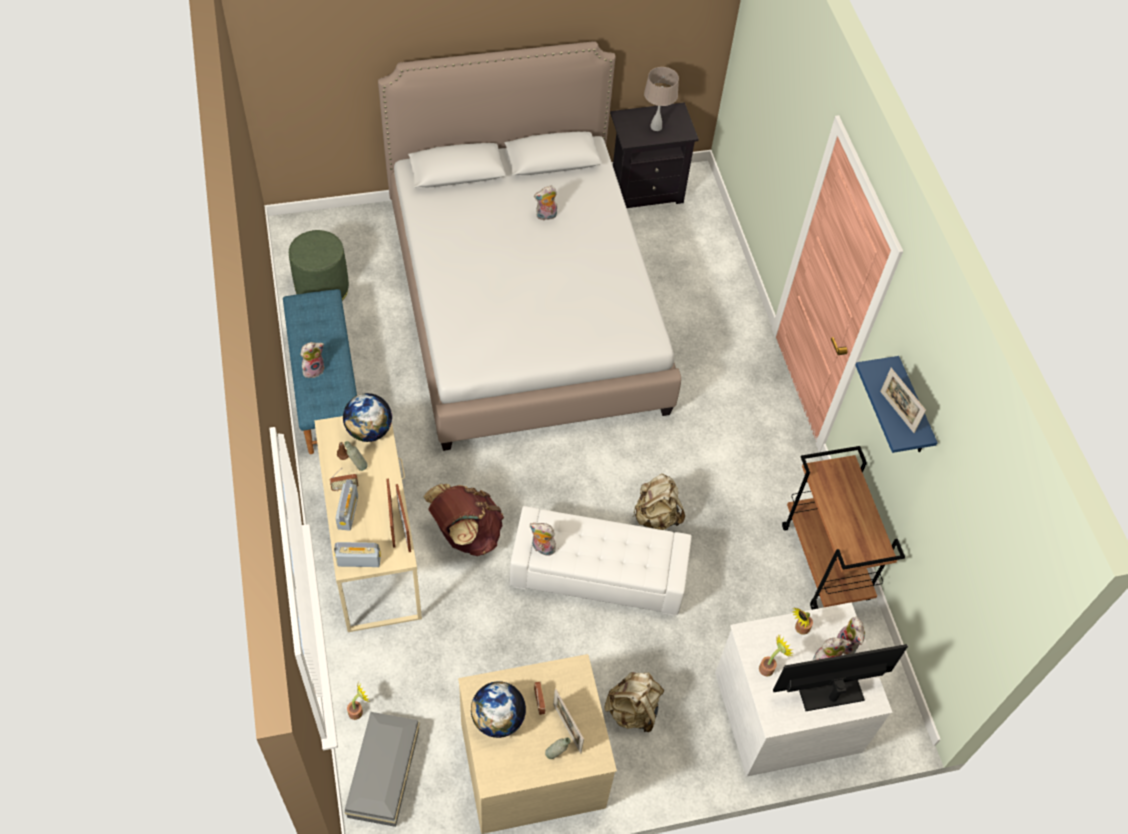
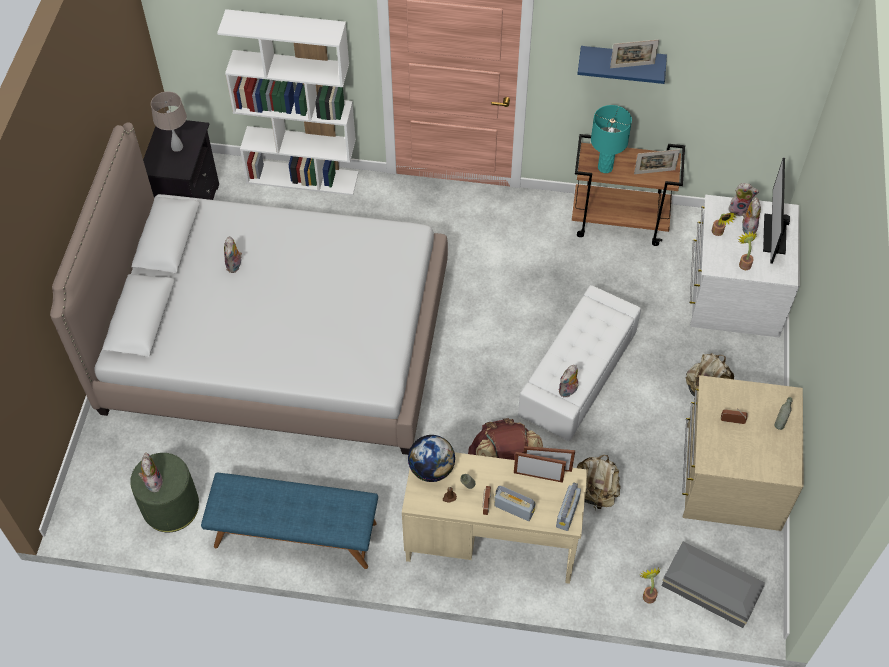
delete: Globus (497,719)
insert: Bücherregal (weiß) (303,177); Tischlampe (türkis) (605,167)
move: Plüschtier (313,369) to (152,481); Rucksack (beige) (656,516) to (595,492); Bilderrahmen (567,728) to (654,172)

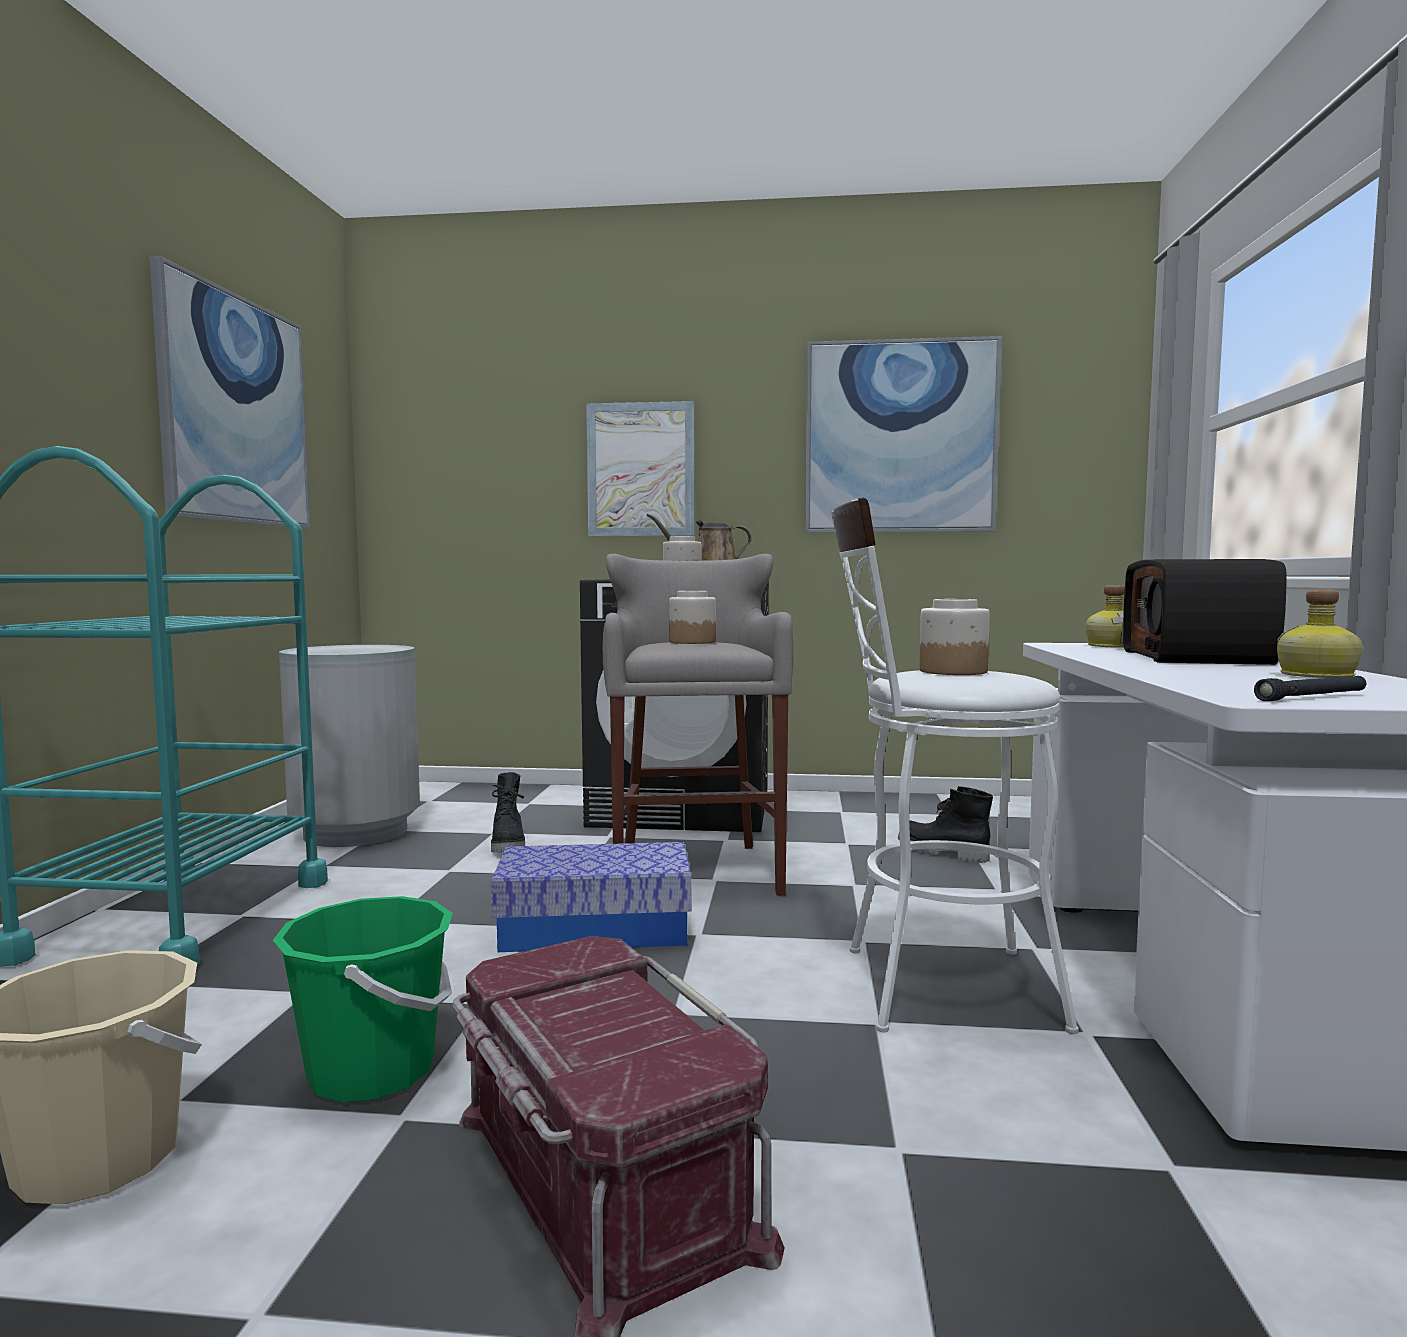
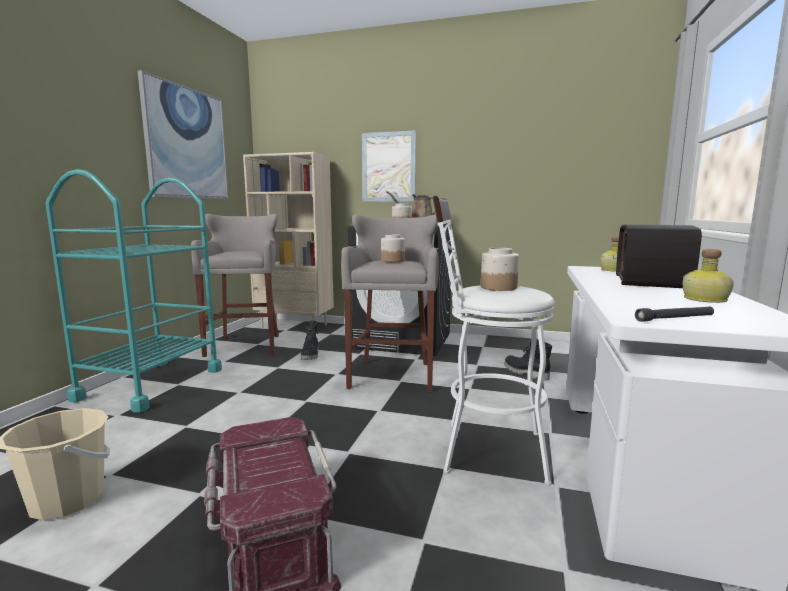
delete: Eimer (grün) (372,1071); Aufbewahrungsbox (595,929); Bild (900,437)
insert: Bücherregal (beige) (295,326)
replace: Mülleimer (grau) (356,832) to Hocker (grau) (245,345)

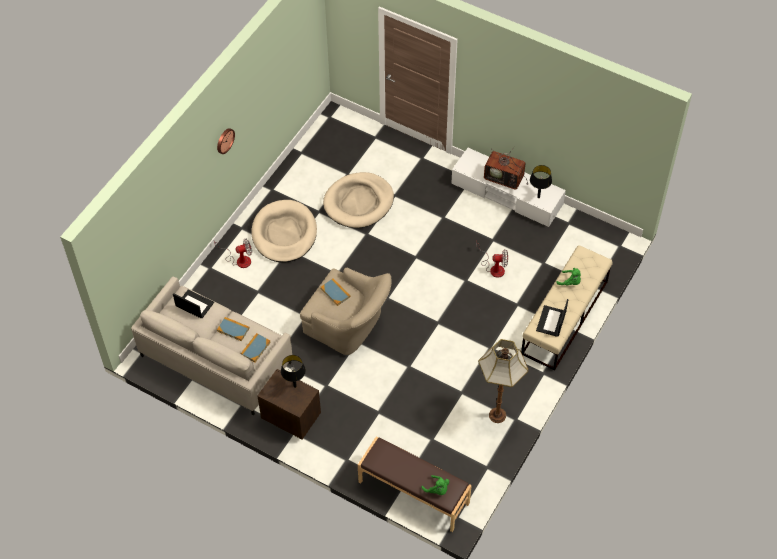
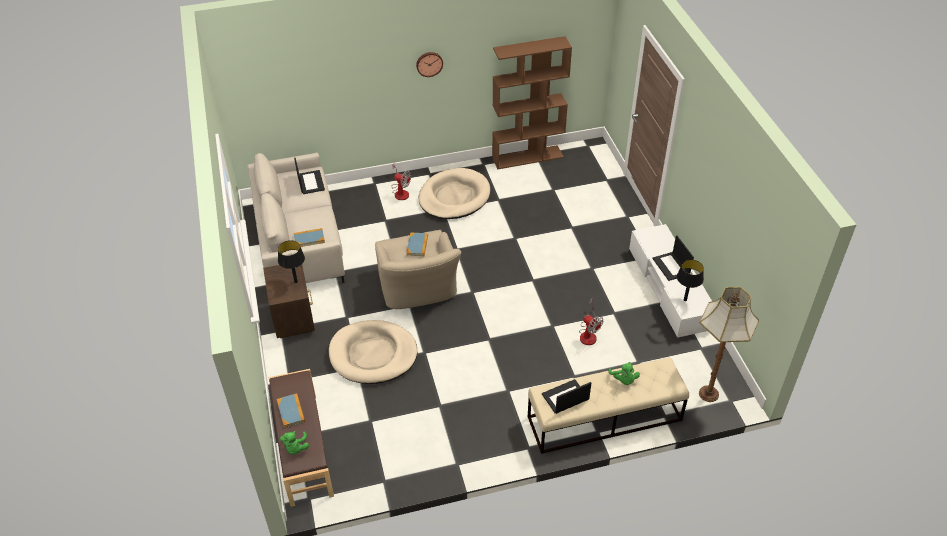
insert: Bücherregal (braun) (528,157)
move: Buch (233,329) to (291,411); Hundebett (beige) (358,202) to (373,354); Stehlampe (497,414) to (709,393)
replace: Fernseher (505,178) to Laptop (671,266)

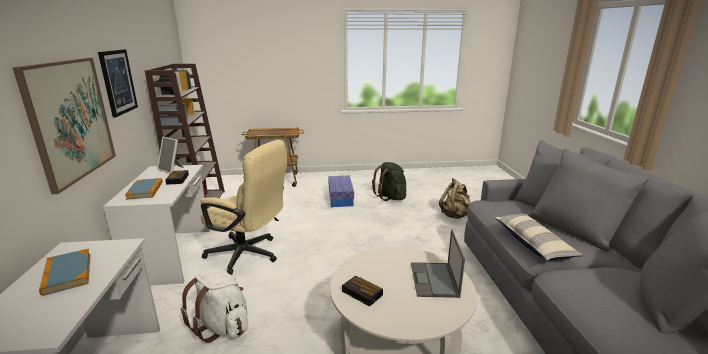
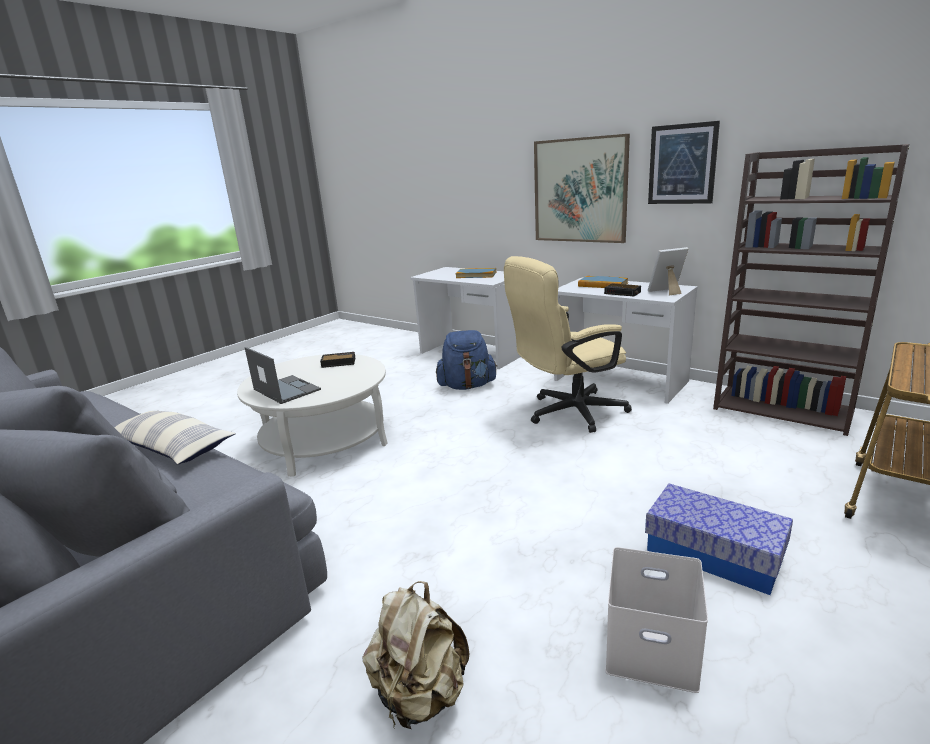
replace: Rucksack (grün) (390,197) to Aufbewahrungsbox (weiß) (653,646)
recolor: Rucksack (weiß) (222,326) to Rucksack (blau) (467,386)

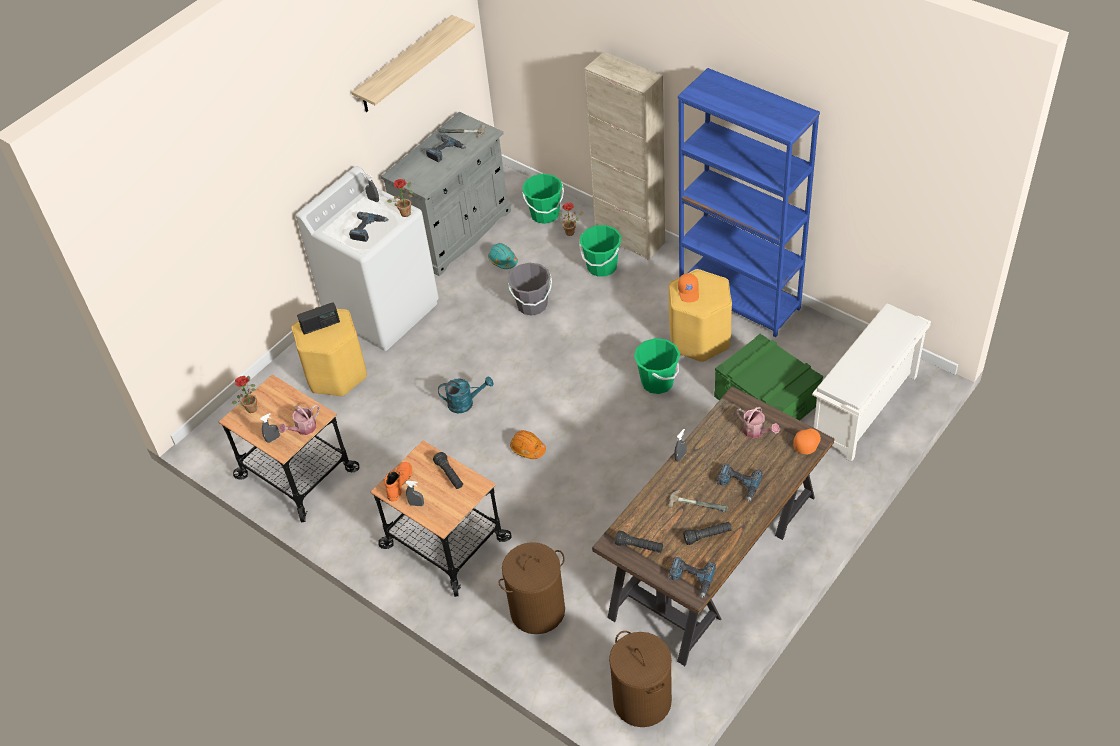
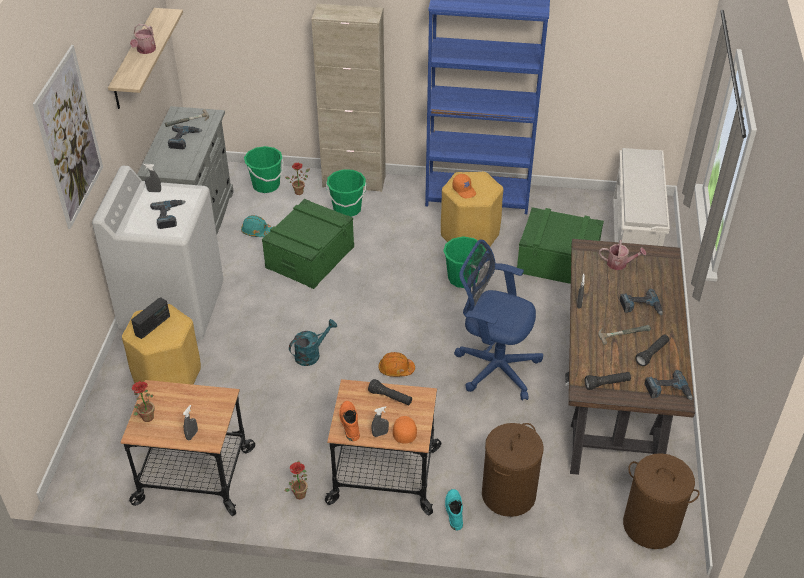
insert: Bild (69,138); Stiefel (türkis) (453,511); Bürostuhl (blau) (494,366)
move: Gießkanne (303,429) to (145,50); Topfpflanze (406,211) to (299,492); Kappe (orange) (806,442) to (404,431)
replace: Eimer (grau) (532,305) to Aufbewahrungsbox (grün) (310,257)

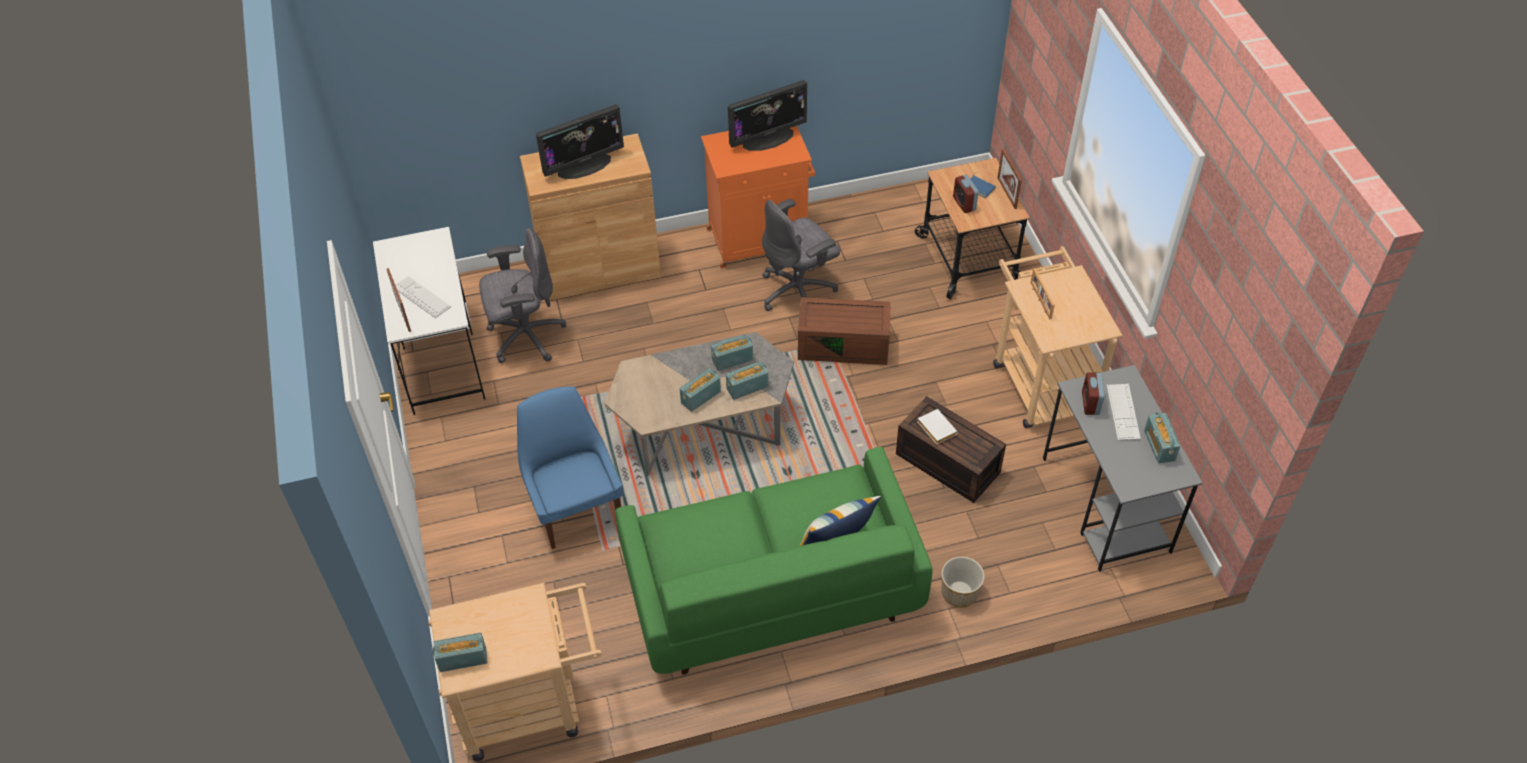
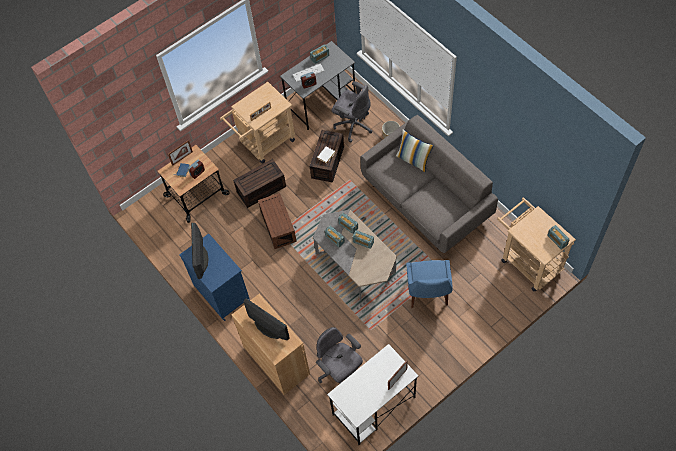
delete: Tastatur (421,297)
insert: Aufbewahrungsbox (braun) (261,190)
move: Bürostuhl (grau) (798,292) to (353,125)
recolor: Schrank (orange) (760,239) to Schrank (blau) (221,292); Sofa (grün) (771,590) to Sofa (grau) (426,200)
rotate: Monitor (768,138) = (200,259) 135 degrees counterclockwise; Stuhl (blau) (576,508) = (428,293) 45 degrees counterclockwise

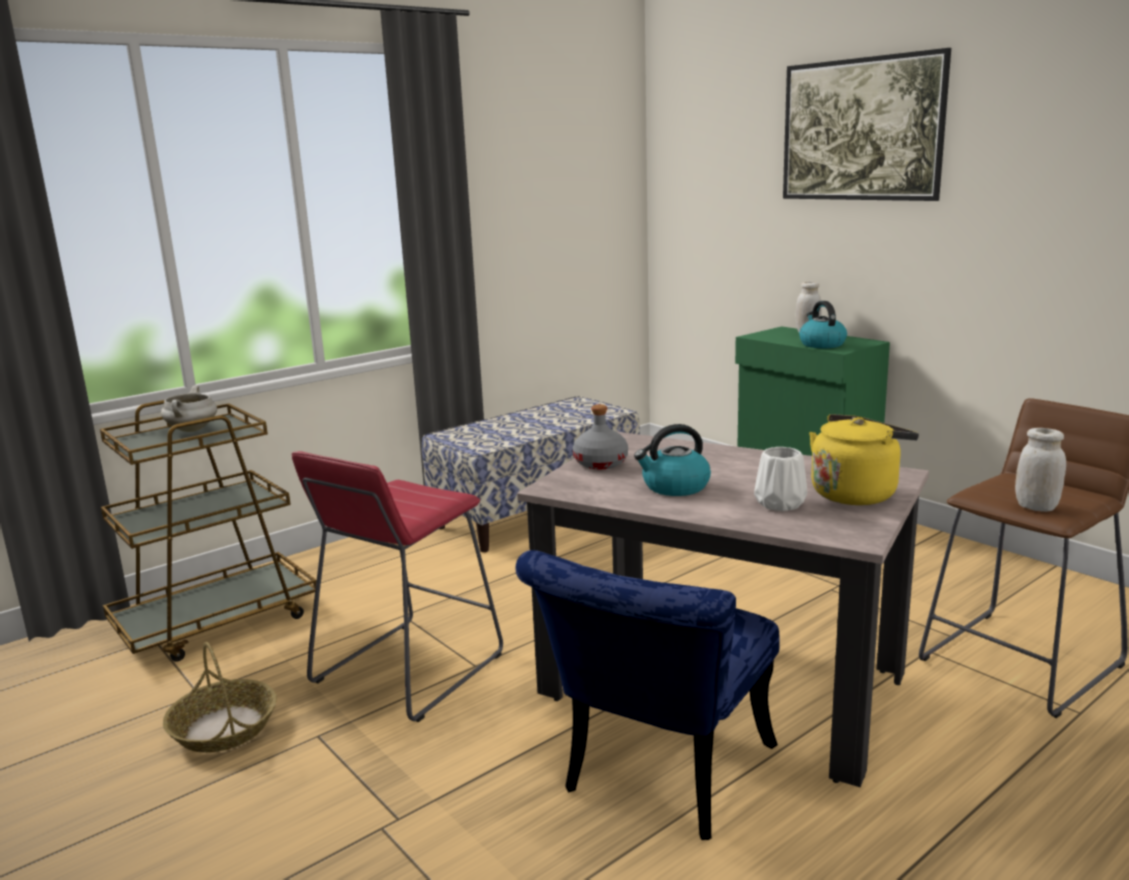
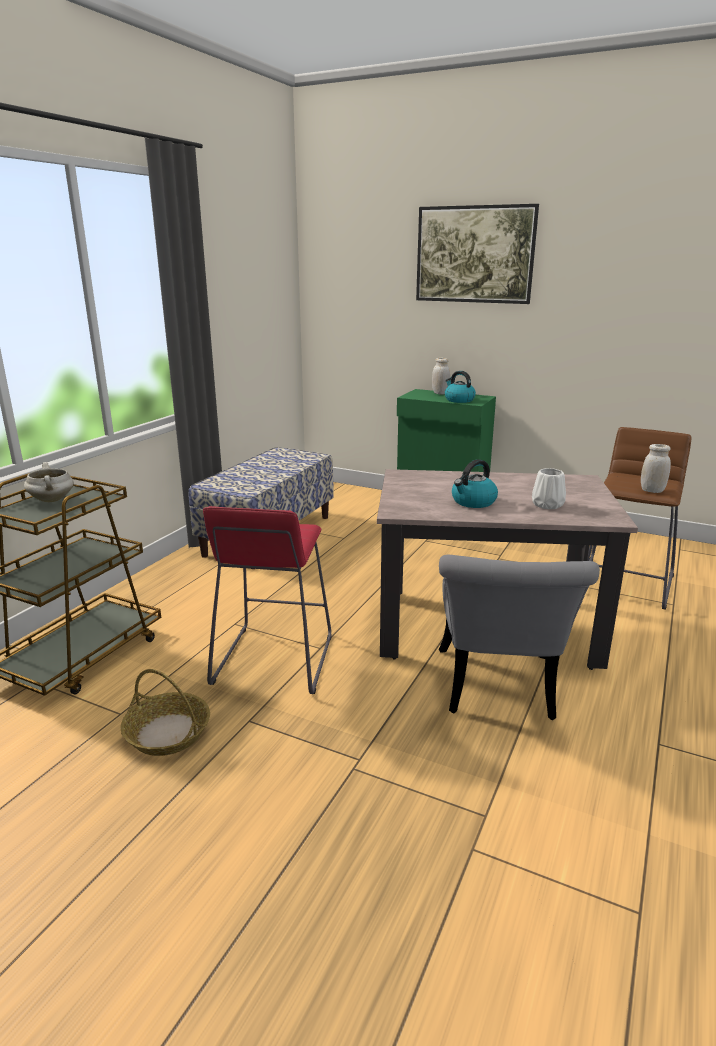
delete: Flasche (grau) (601,463); Wasserkessel (gelb) (856,493)
recolor: Stuhl (blau) (658,777) to Stuhl (grau) (497,691)

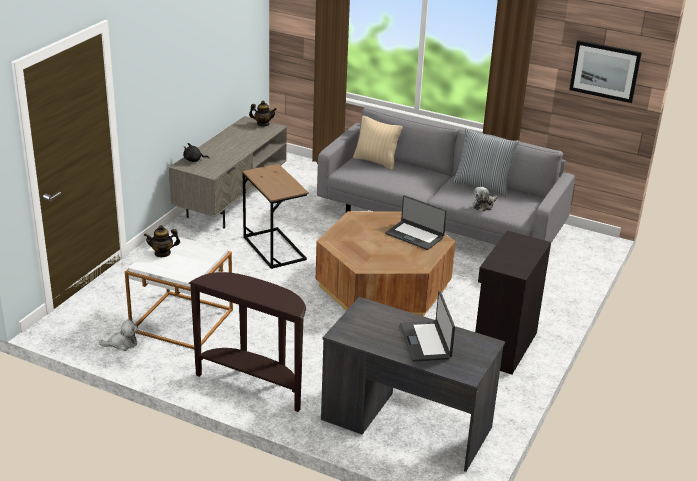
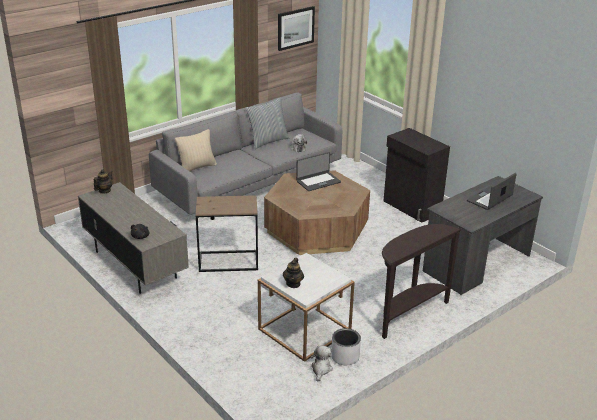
insert: Pflanzkübel (weiß) (345,357)
rotate: Laptop (426,341) = (490,199) 120 degrees clockwise

